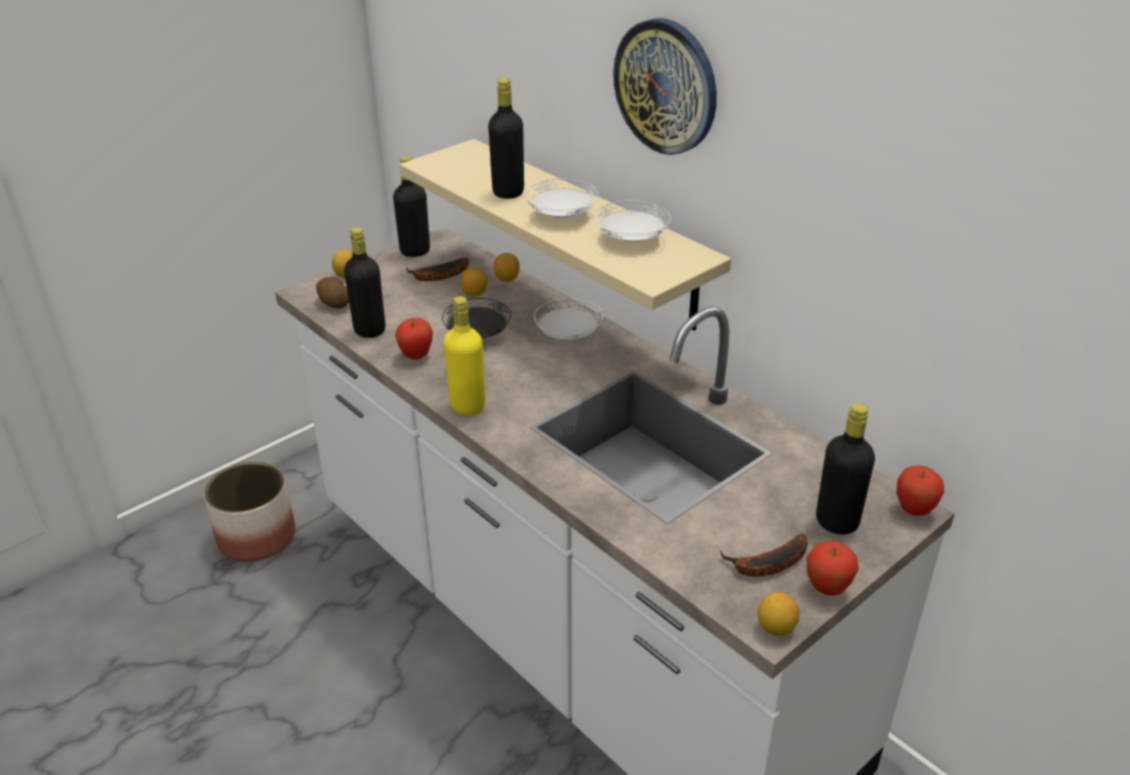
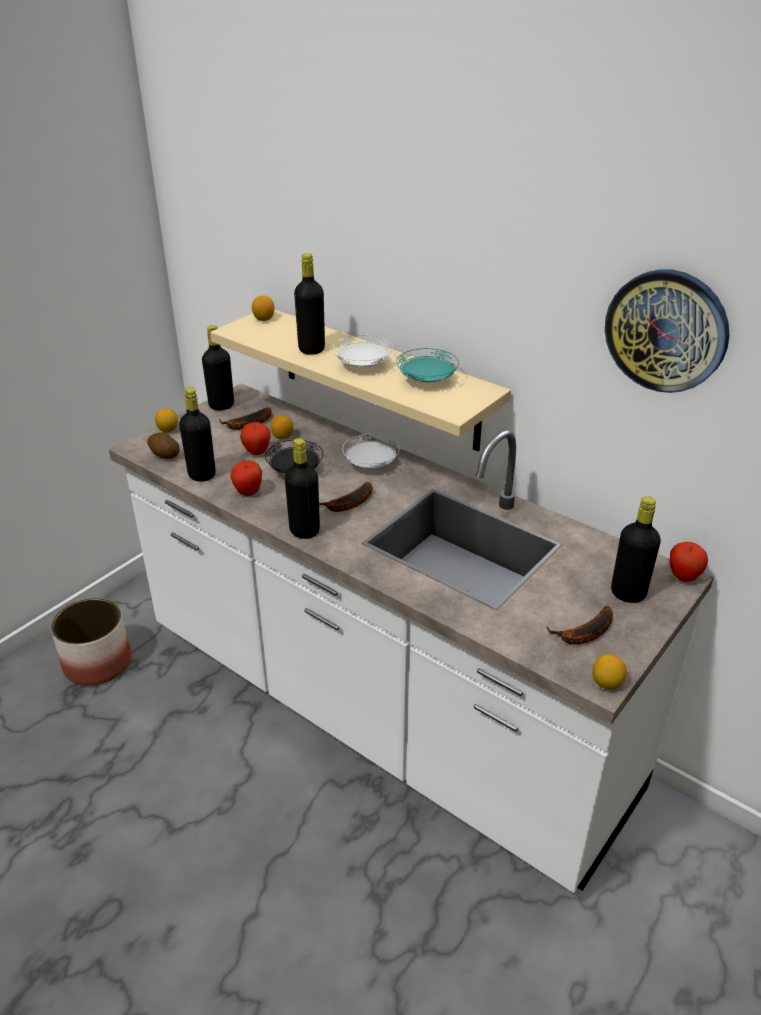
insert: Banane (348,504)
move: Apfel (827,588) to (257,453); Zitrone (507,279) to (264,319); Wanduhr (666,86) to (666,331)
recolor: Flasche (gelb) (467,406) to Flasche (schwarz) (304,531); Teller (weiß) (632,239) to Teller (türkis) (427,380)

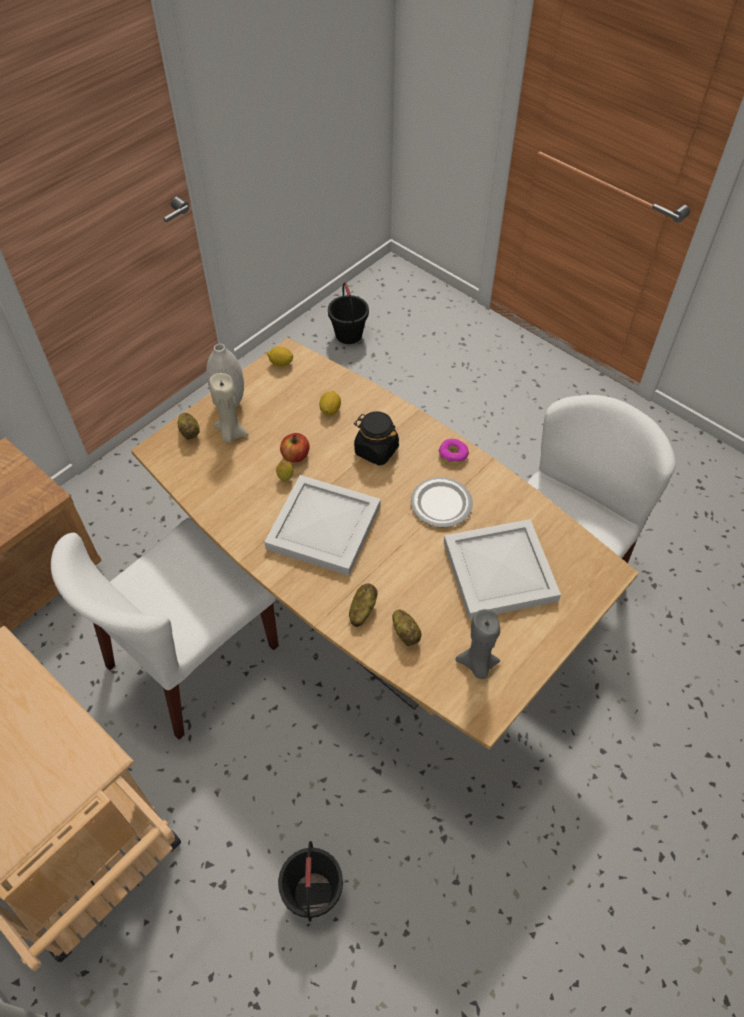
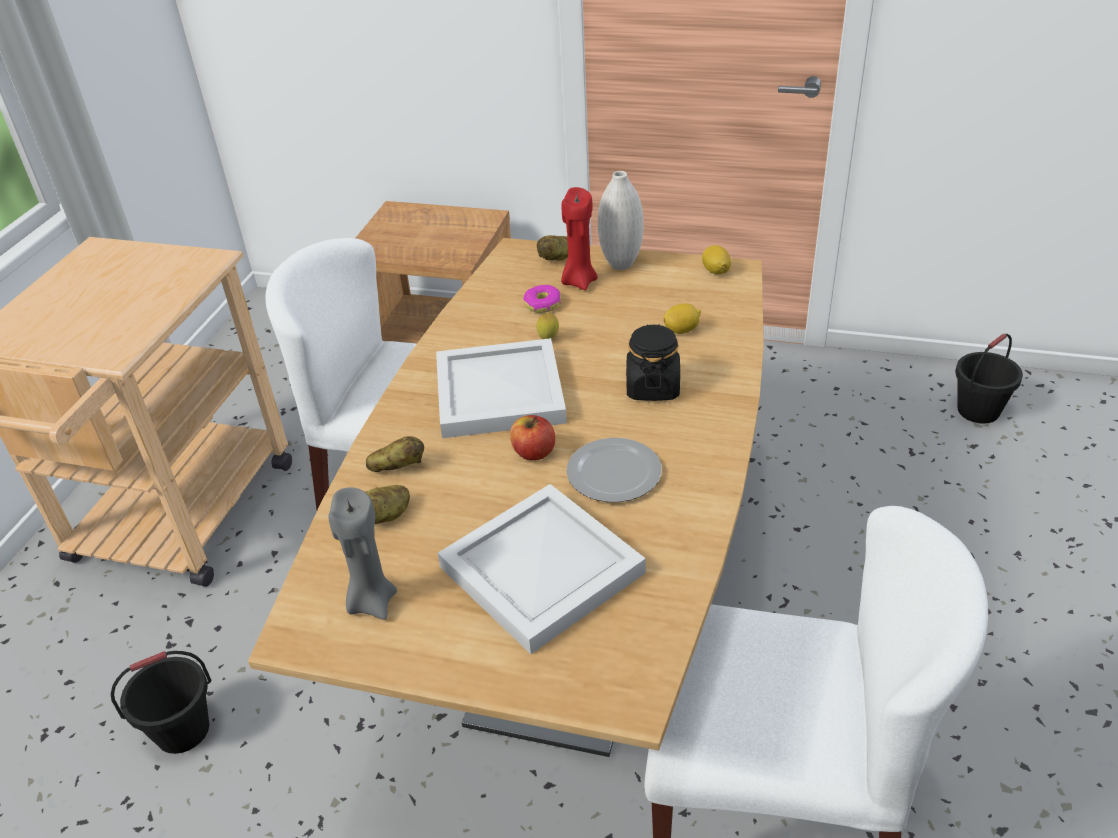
move: Apfel (295,456) to (533,452); Donut (453,455) to (542,304)
recolor: Kerze (beige) (231,433) to Kerze (rot) (579,281)

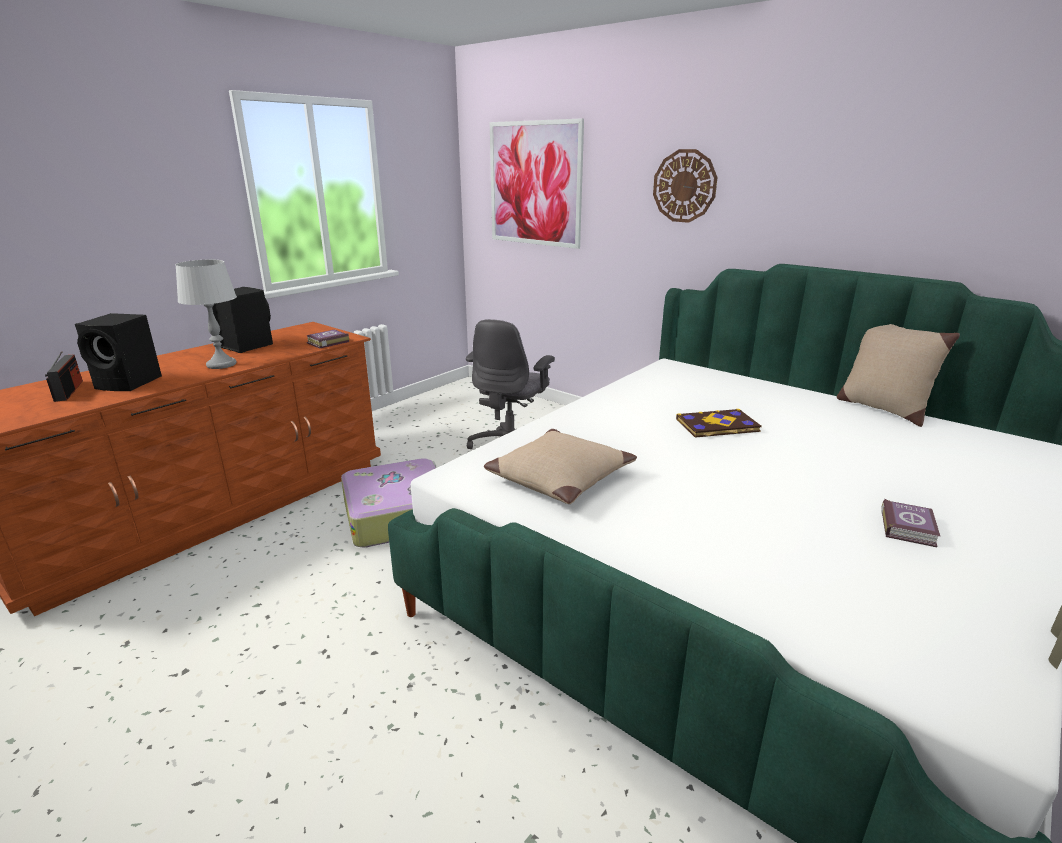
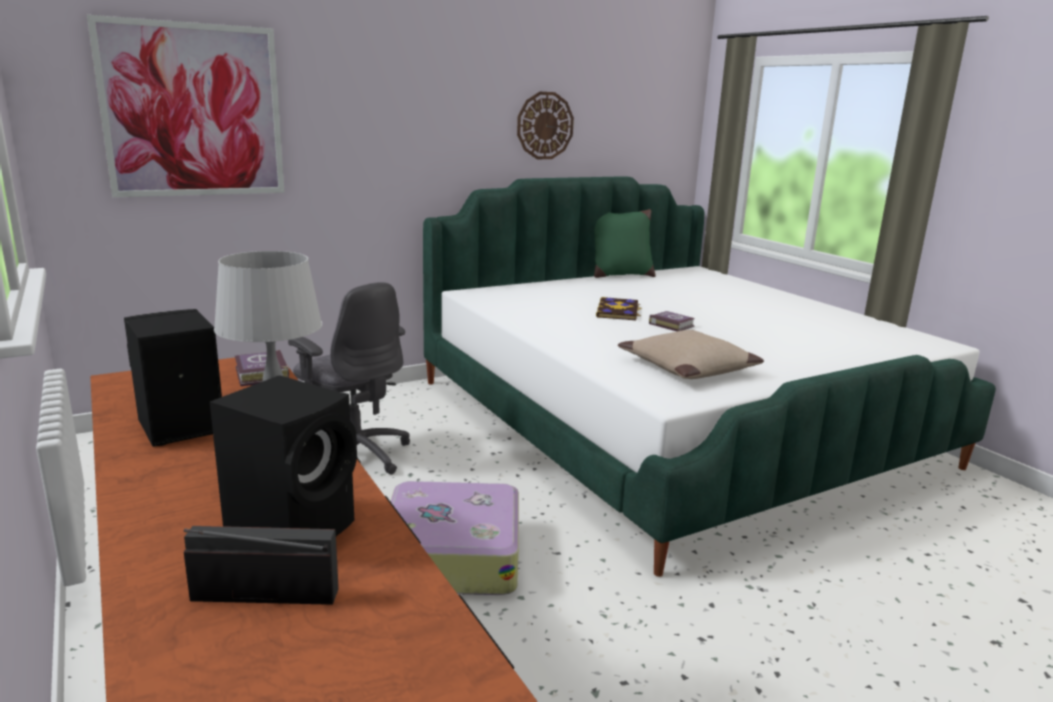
move: Wanduhr (684,186) to (545,125); Buch (908,527) to (671,324)
recolor: Kissen (beige) (882,409) to Kissen (grün) (620,275)

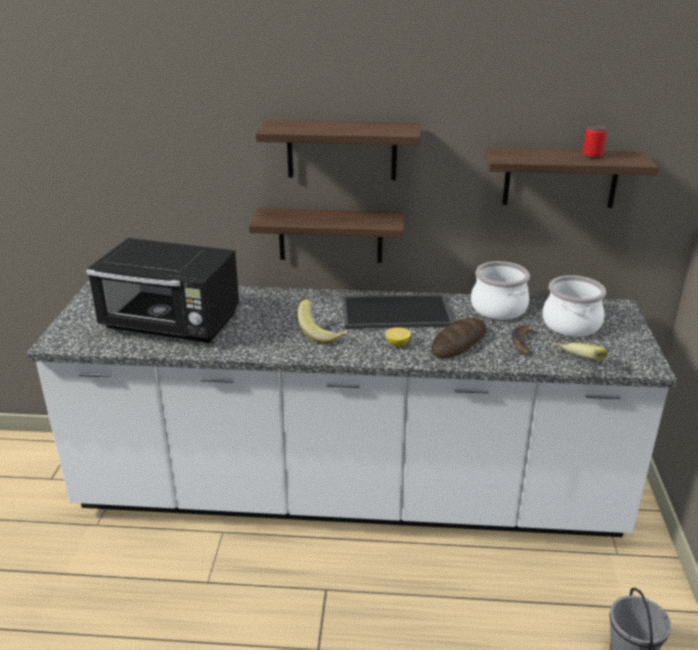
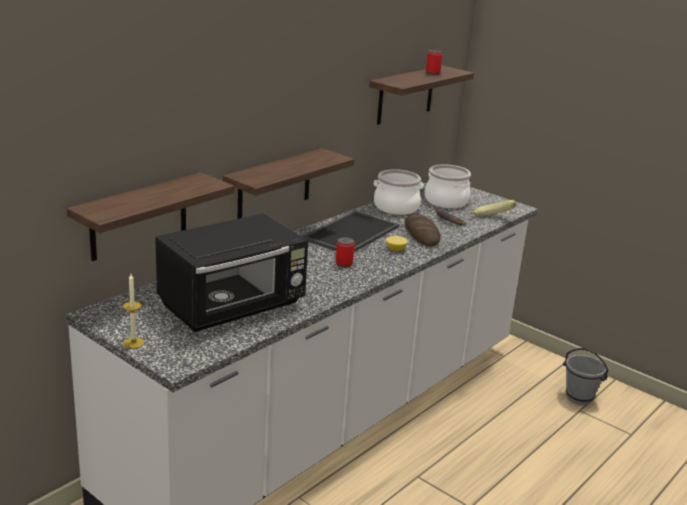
insert: Kerze (133,342)
move: Wandregal (341,150) to (139,217)
replace: Banane (322,334) to Dose (344,264)

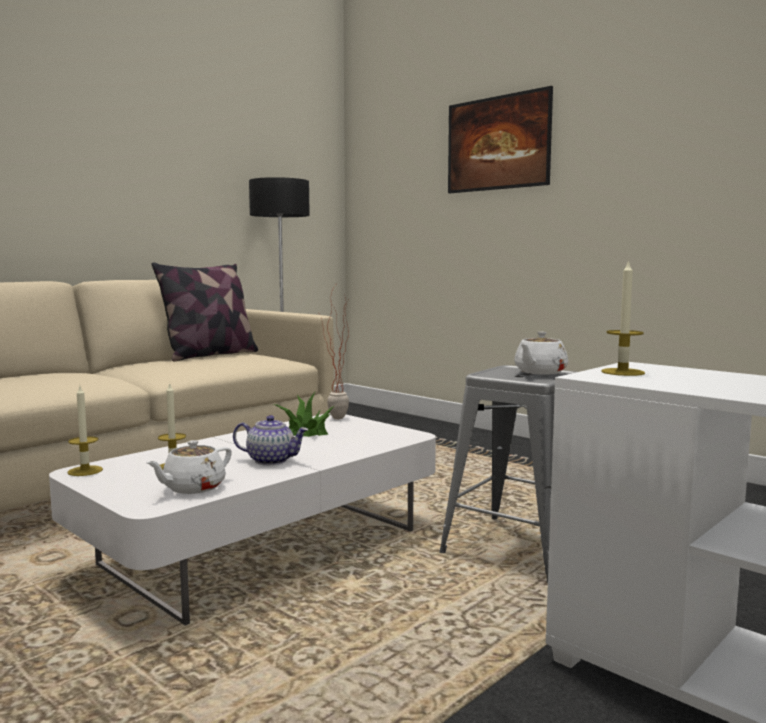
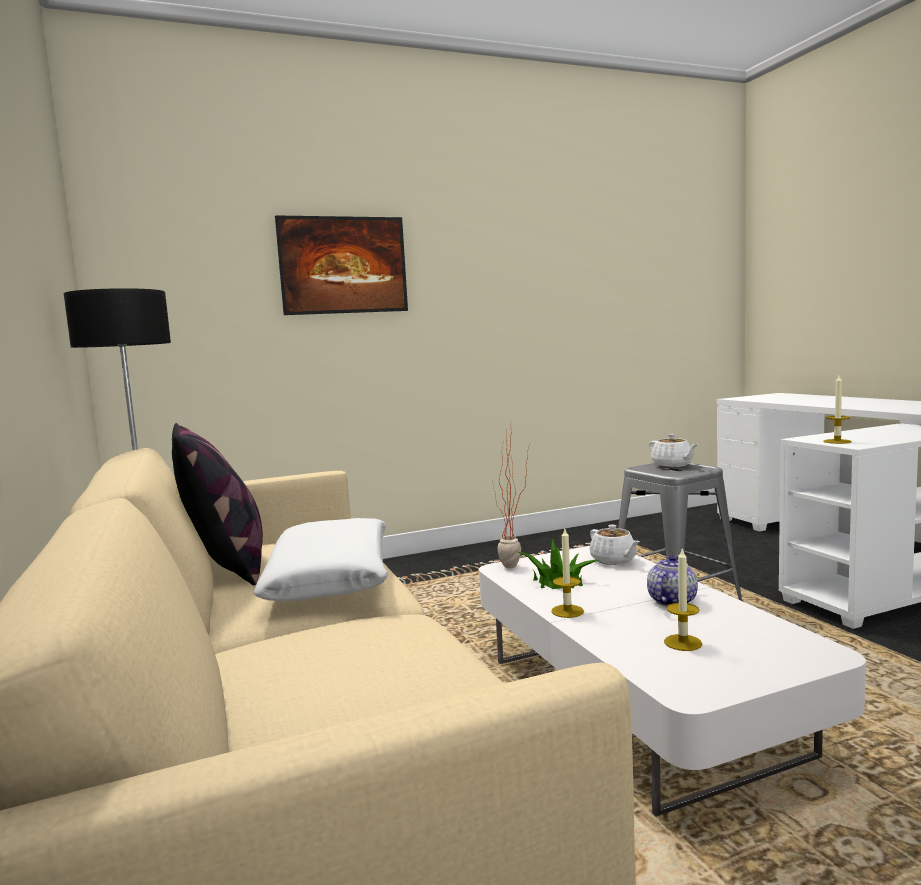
insert: Kissen (weiß) (331,577)
move: Kerze (85,471) to (567,611); Teekanne (weiß) (192,488) to (614,560)

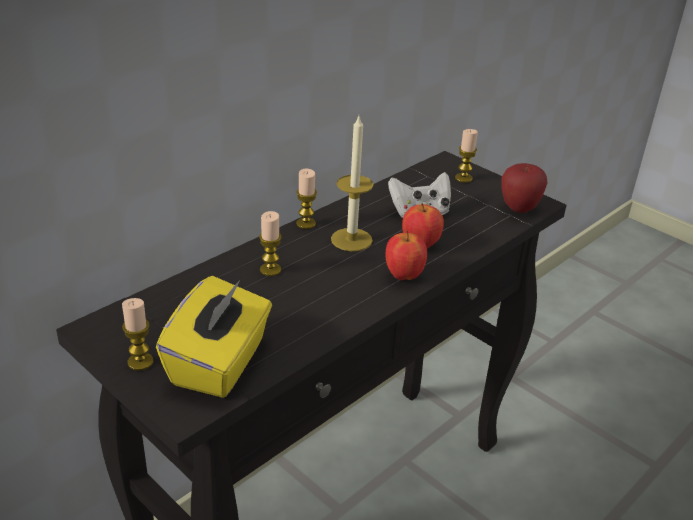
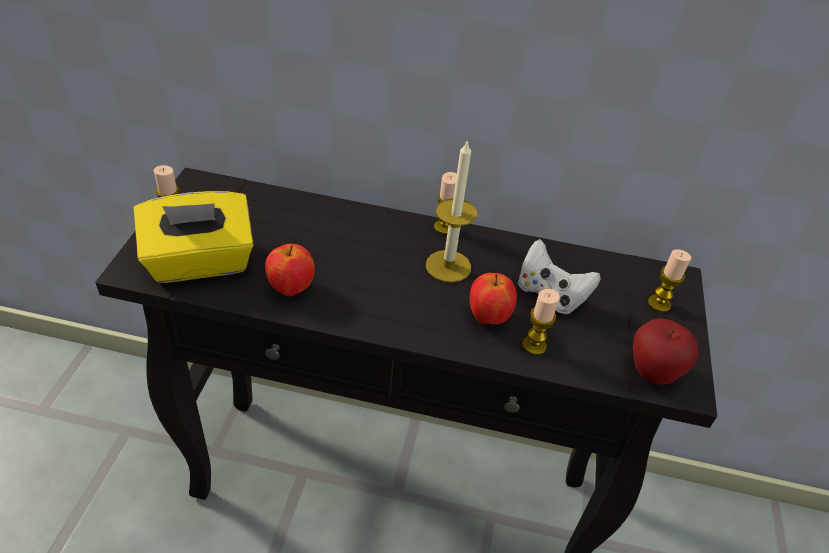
move: Apfel (404,276) to (291,289); Kerze (270,270) to (534,345)

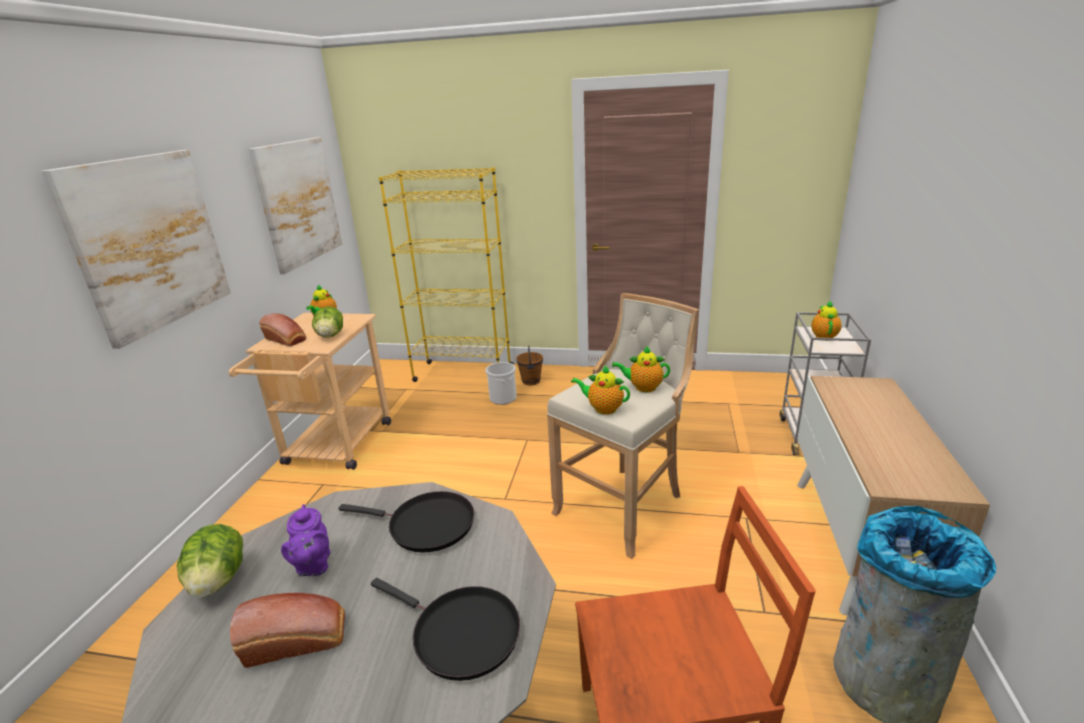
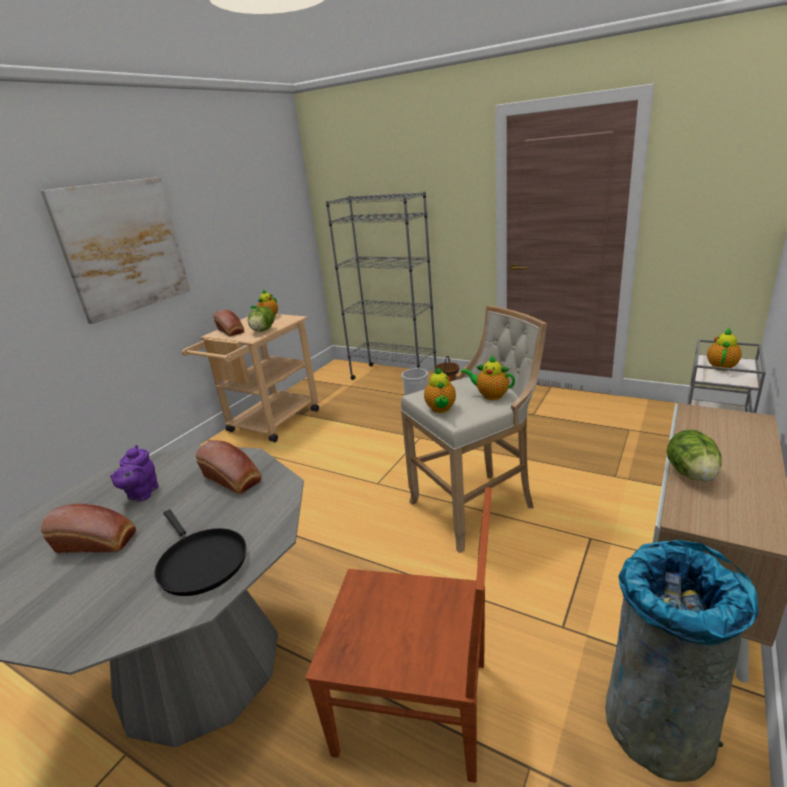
delete: Bild (298,202)
move: Salatkopf (218,581) to (691,474)
replace: Pfanne (schwarz) (426,525) to Brot (234,479)
recolor: Bücherregal (gelb) (463,373) to Bücherregal (grau) (394,376)
rotate: Teekanne (603,408) = (441,409) 135 degrees counterclockwise

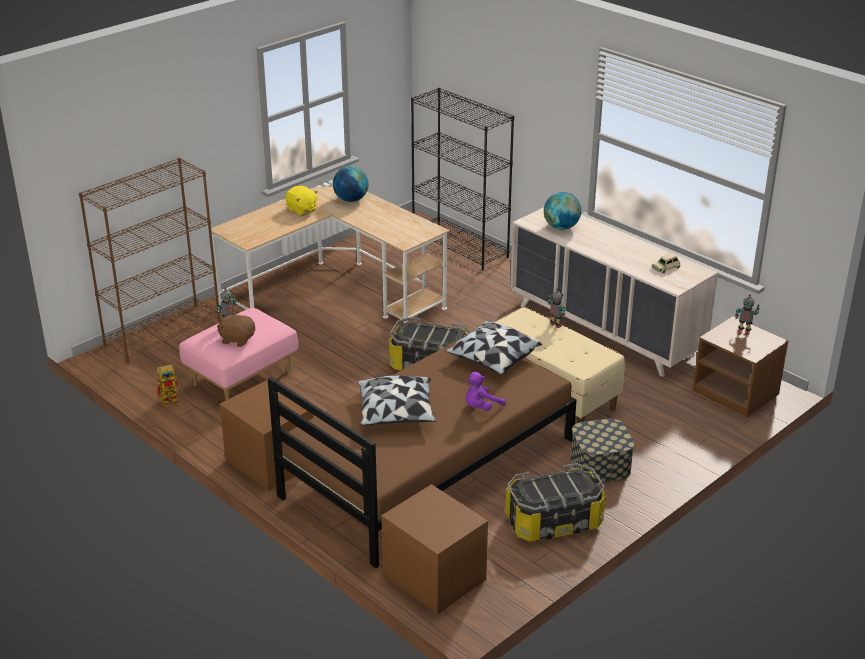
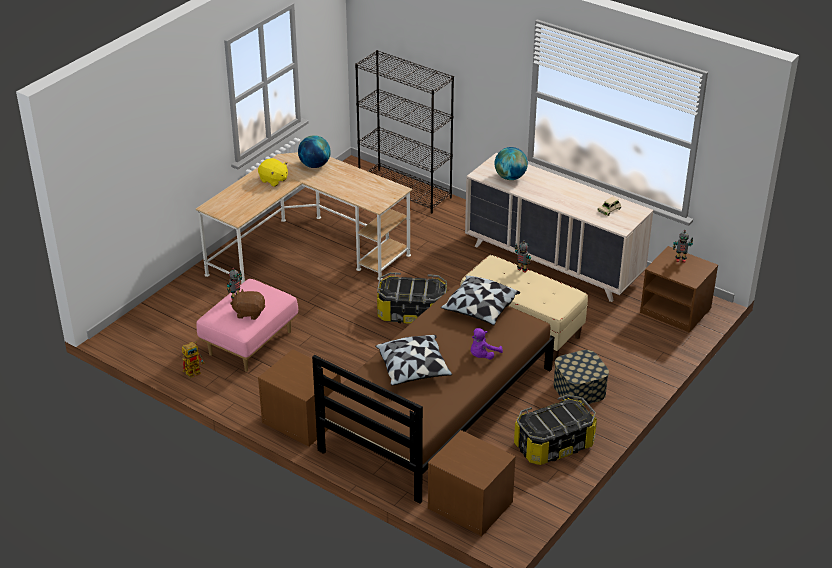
delete: Bücherregal (braun) (163,333)

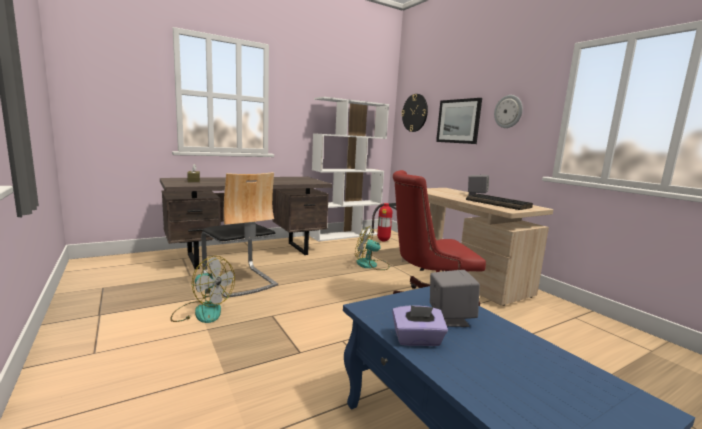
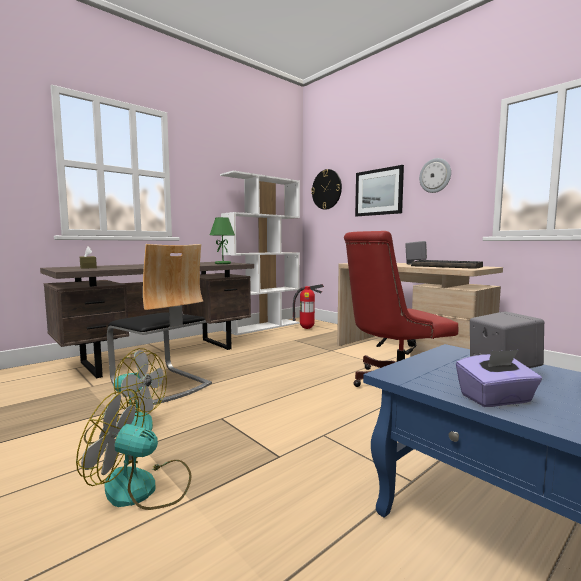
insert: Tischlampe (grün) (223,263)
move: Ventilator (371,265) to (143,488)

